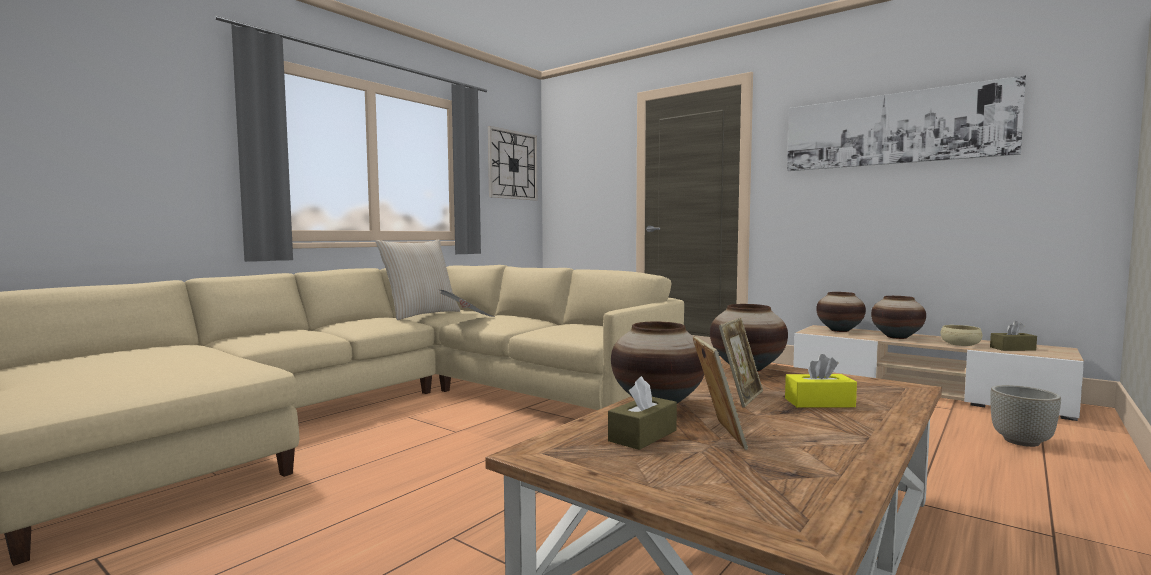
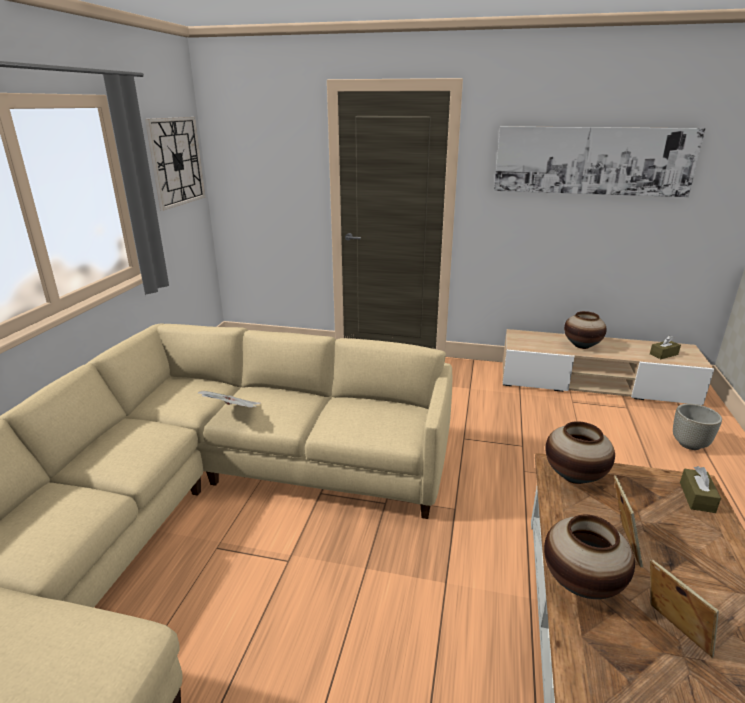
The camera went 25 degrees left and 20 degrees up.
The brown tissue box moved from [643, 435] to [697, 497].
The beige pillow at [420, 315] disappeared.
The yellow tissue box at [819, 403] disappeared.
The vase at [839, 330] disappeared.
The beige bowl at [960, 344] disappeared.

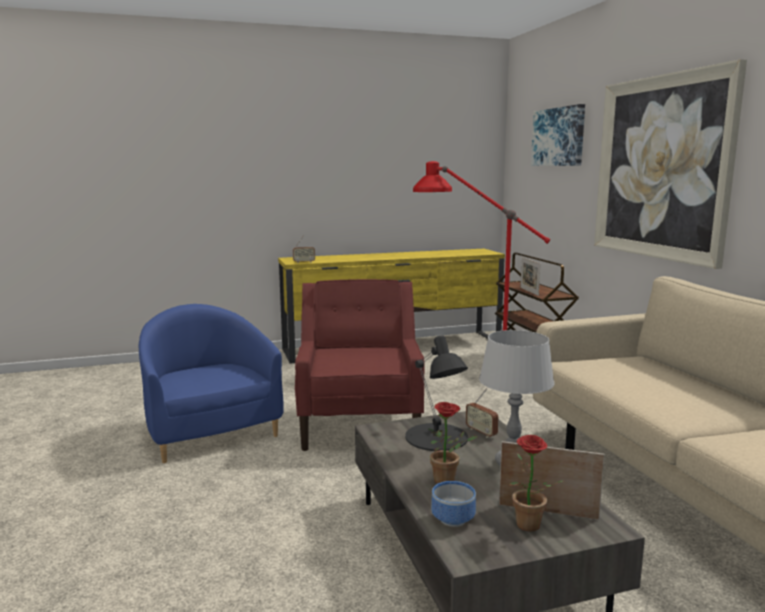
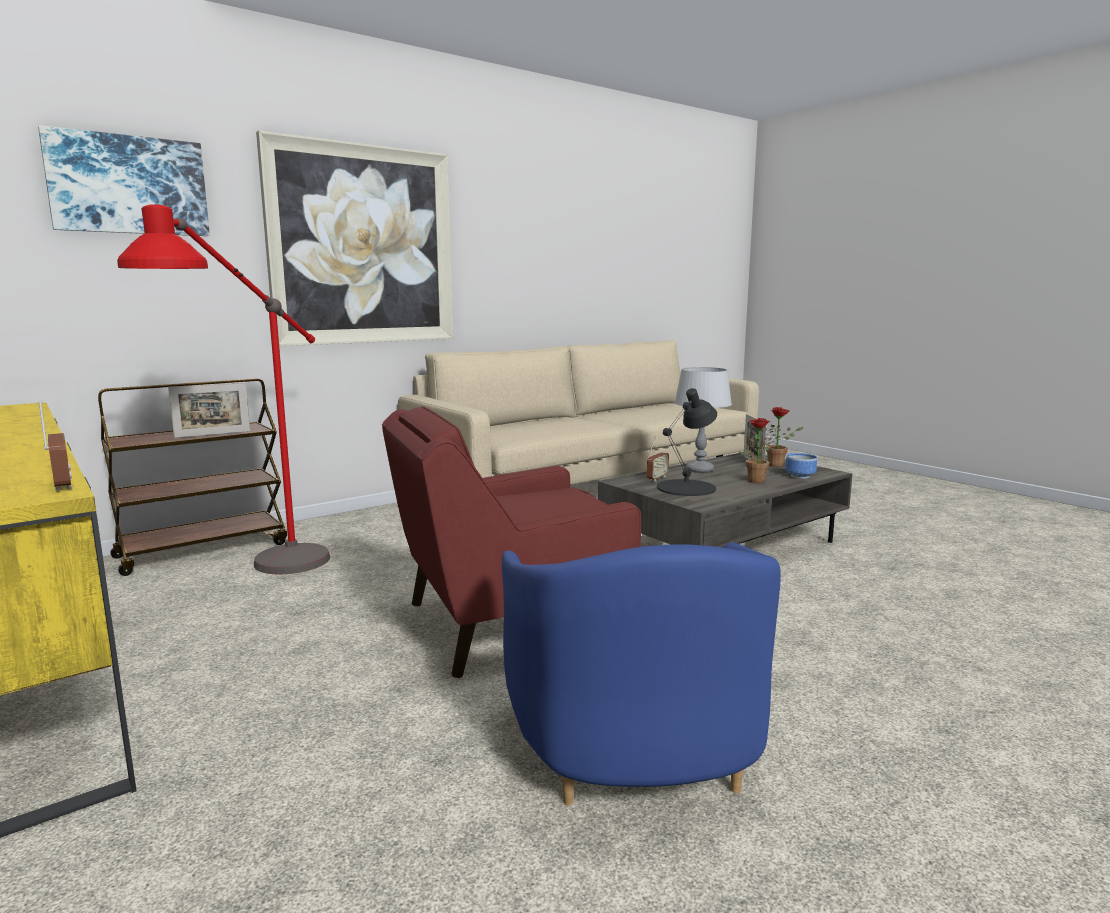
The camera went 110 degrees left and 0 degrees up.
The blue armchair at [209, 432] turned 45 degrees counterclockwise.

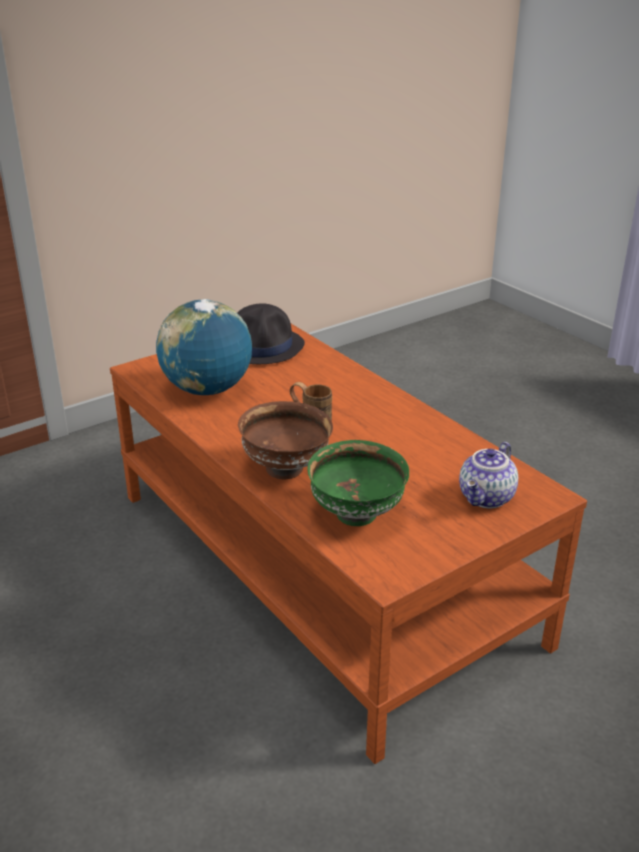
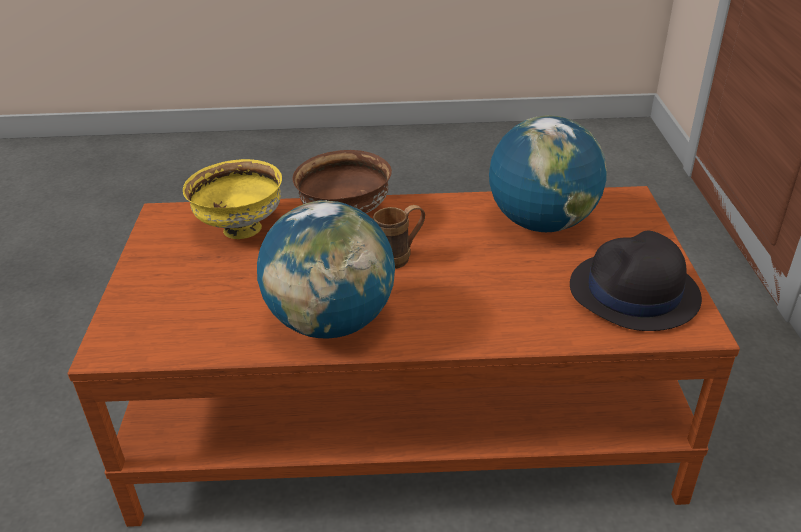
The camera went 125 degrees right and 5 degrees up.
The green bowl at [357, 515] became the yellow bowl at [240, 229].
The globe at [331, 323] appeared.
The teapot at [487, 498] disappeared.

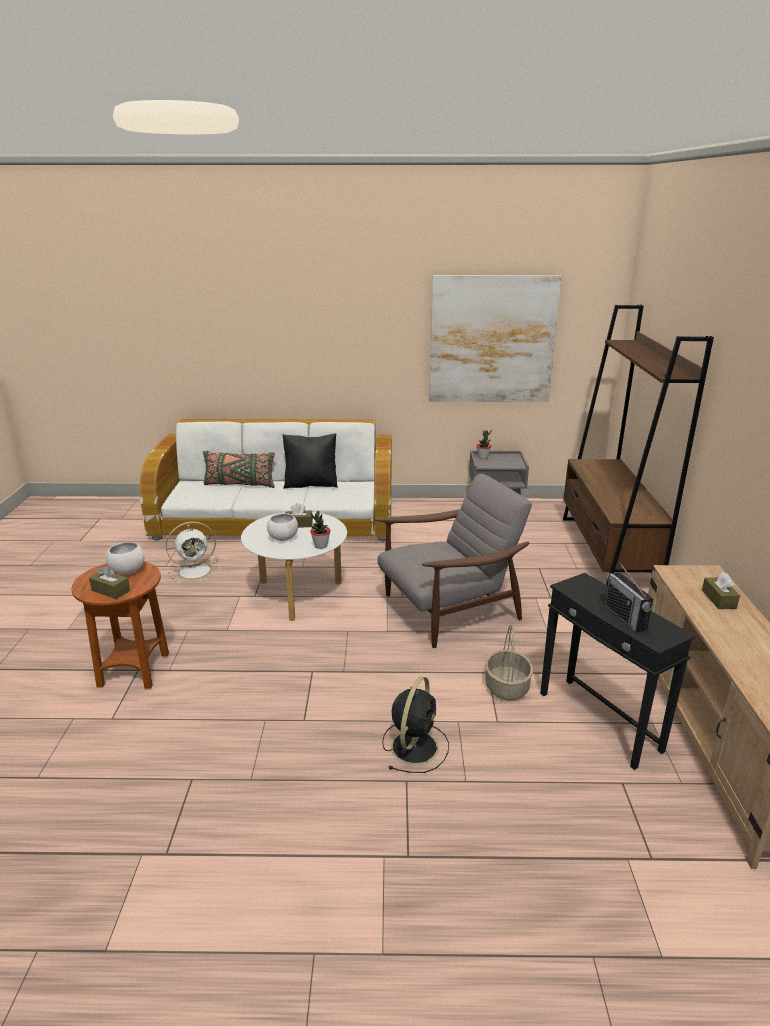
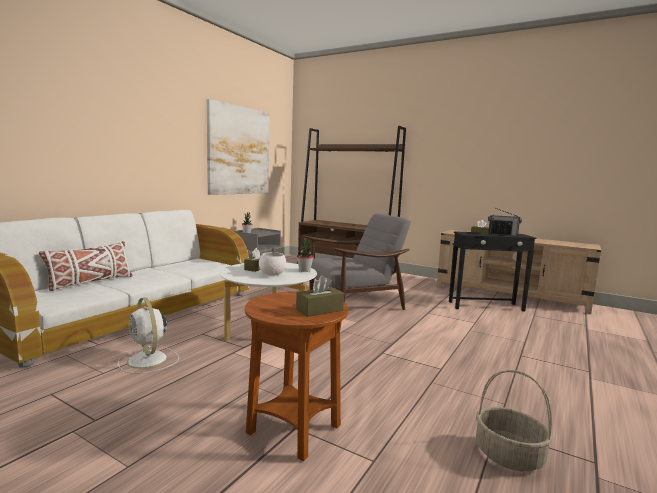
The camera went 60 degrees left and 15 degrees down.
The green pillow at [239, 484] became the white pillow at [90, 282].
The white fan at [196, 571] turned 135 degrees clockwise.
The grey armchair at [448, 609] turned 60 degrees clockwise.
The basket moved from [506, 687] to [508, 455].
The white bowl at [127, 571] disappeared.
The black pillow at [311, 484] disappeared.
The black fan at [415, 746] disappeared.

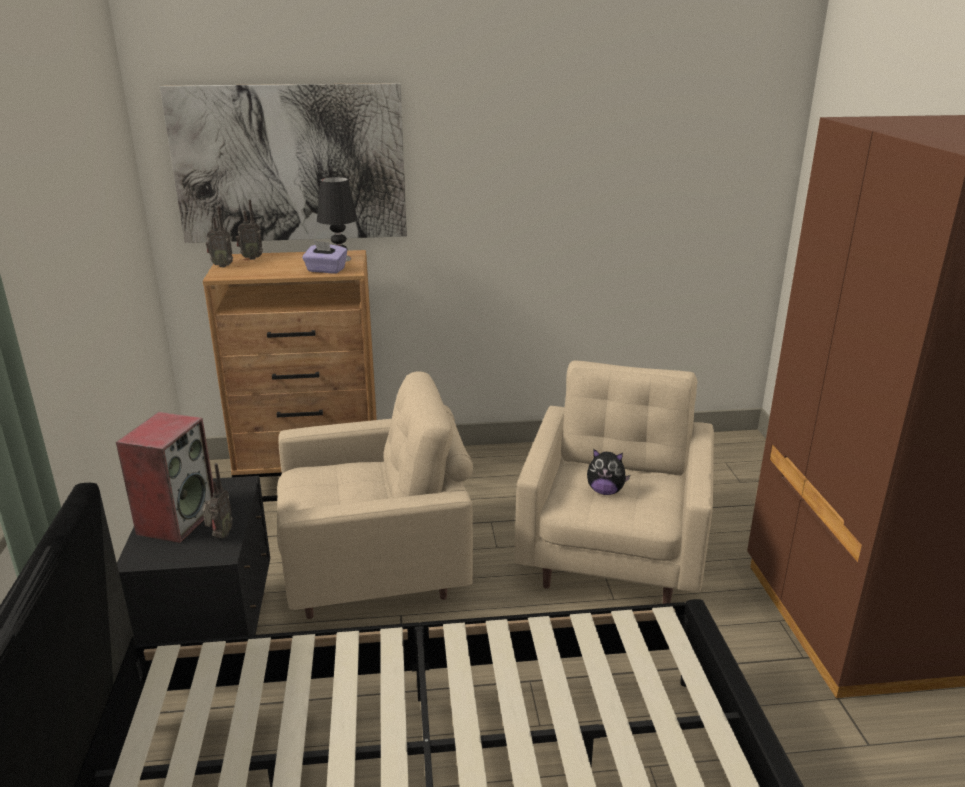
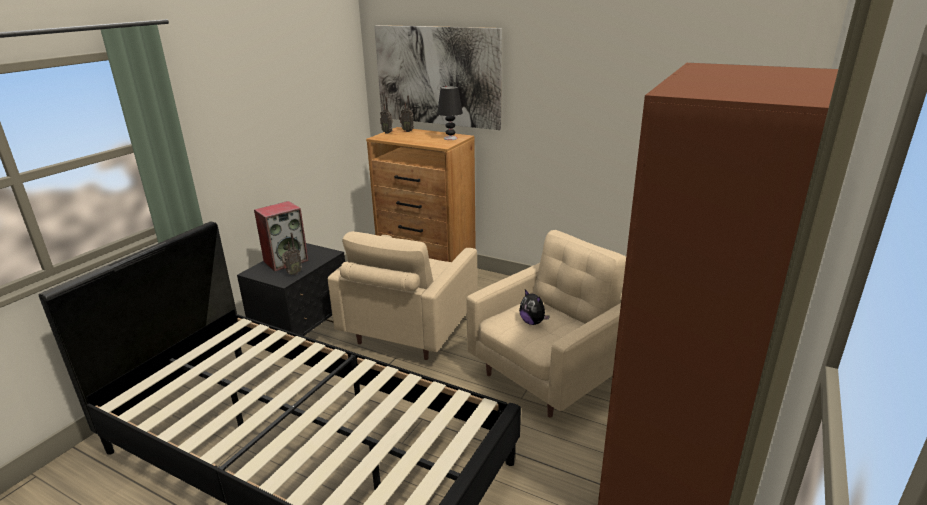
The camera went 35 degrees right and 0 degrees up.
The beige armchair at [376, 570] turned 90 degrees clockwise.
The purple tissue box at [326, 270] disappeared.

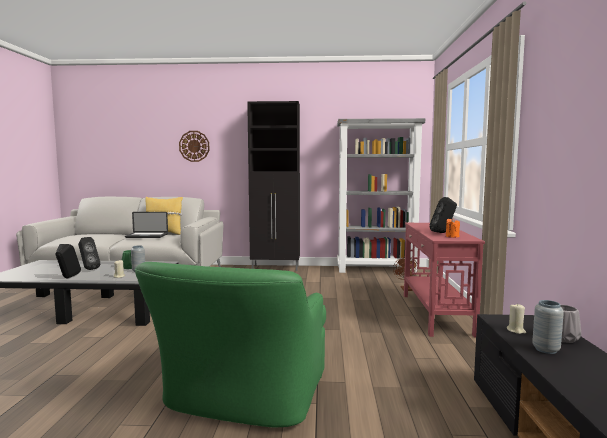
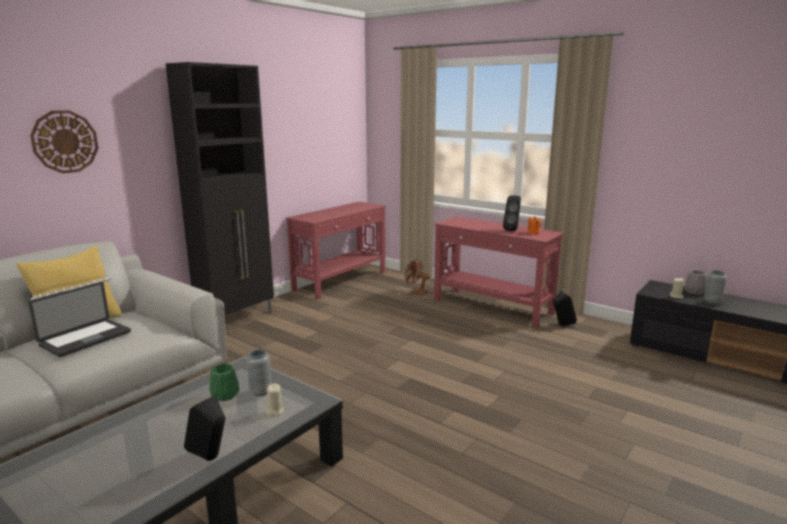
The camera went 55 degrees left and 10 degrees up.
The grey bookcase at [376, 269] was replaced by the red console table at [341, 281].
The black speaker moved from [88, 269] to [562, 325].
The green armchair at [243, 397] disappeared.

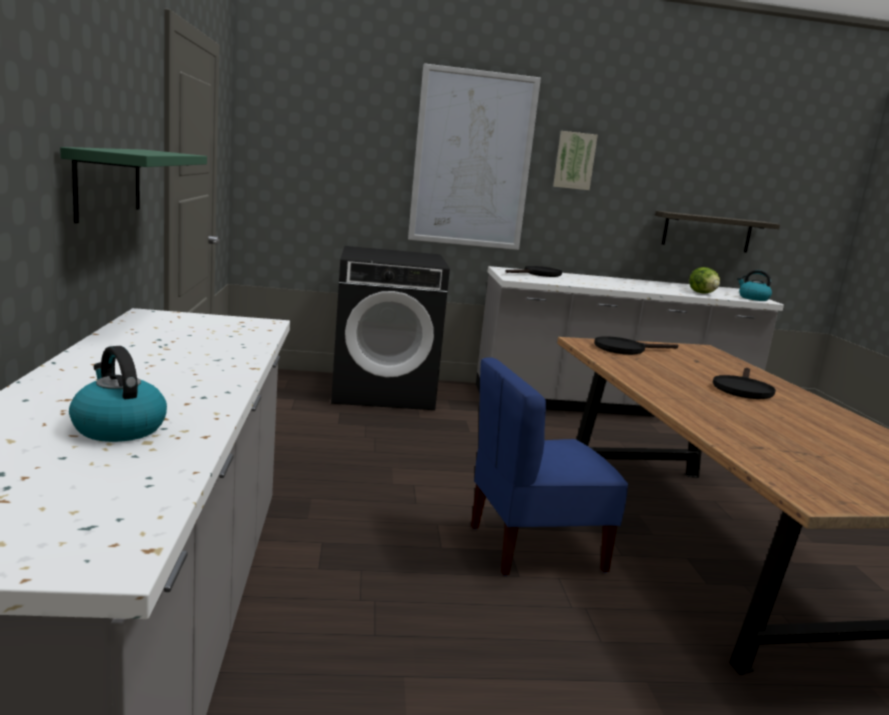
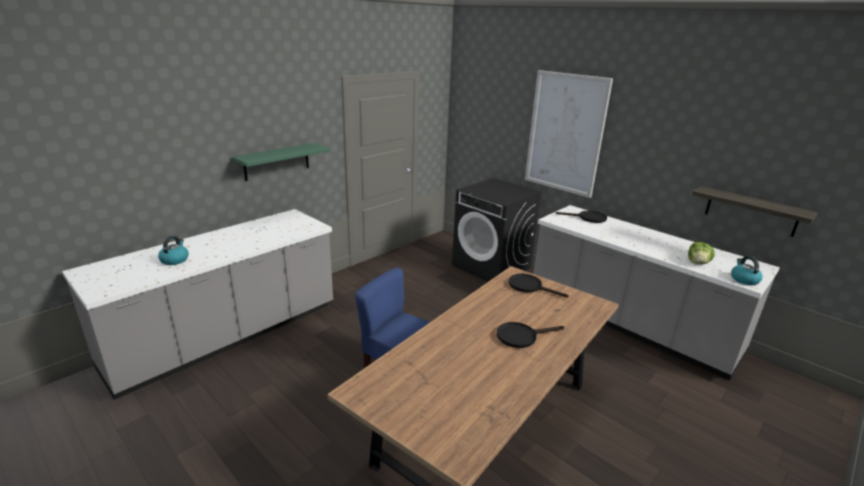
The camera went 50 degrees right and 10 degrees up.
The picture at [574, 160] disappeared.

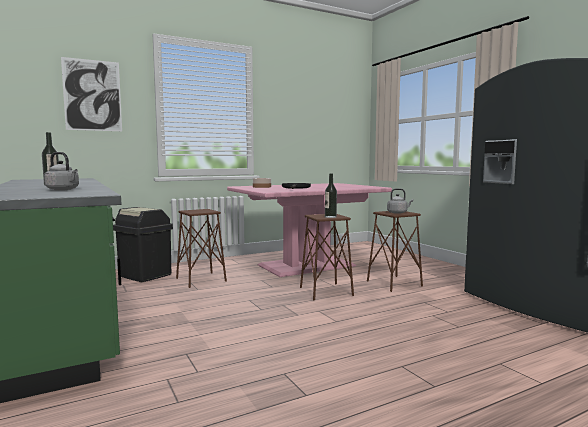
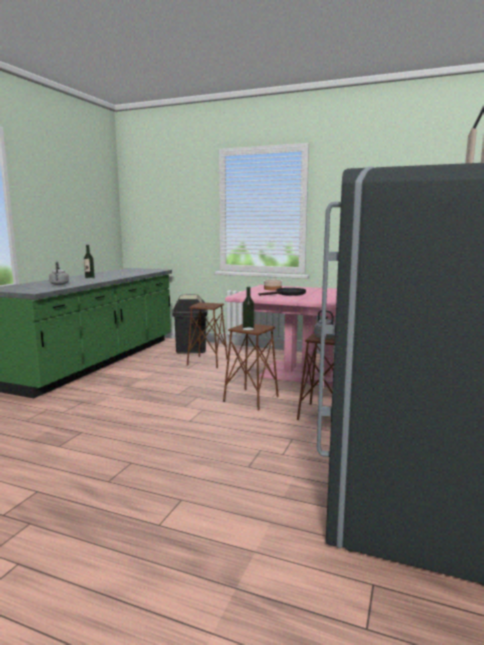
The camera went 50 degrees right and 5 degrees up.
The picture at [92, 95] disappeared.

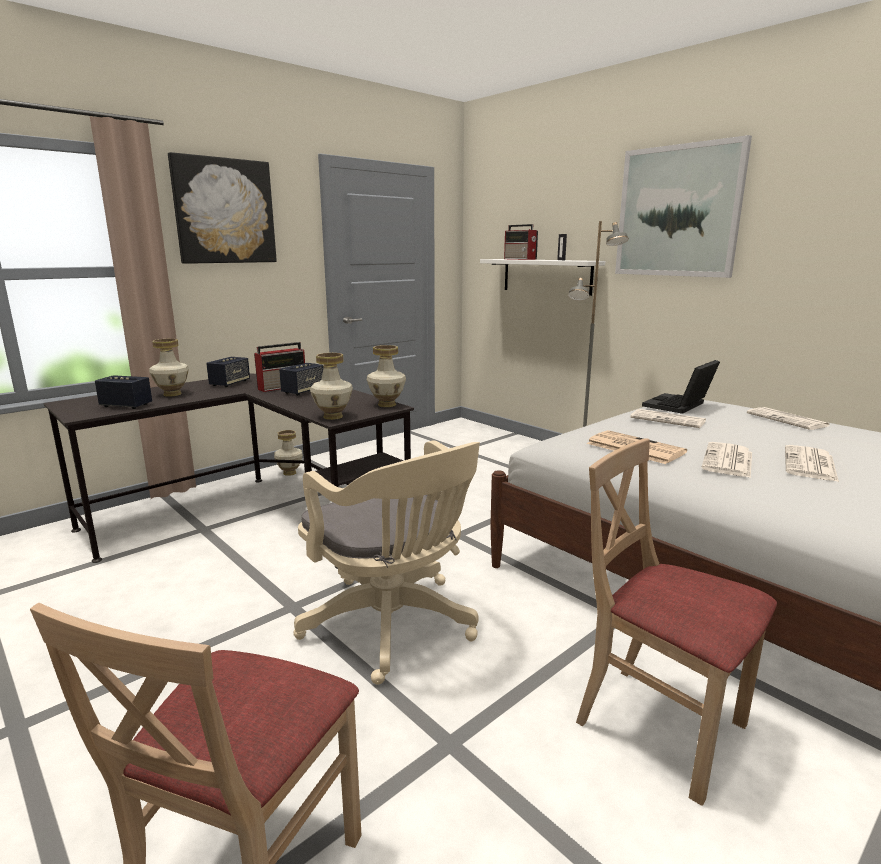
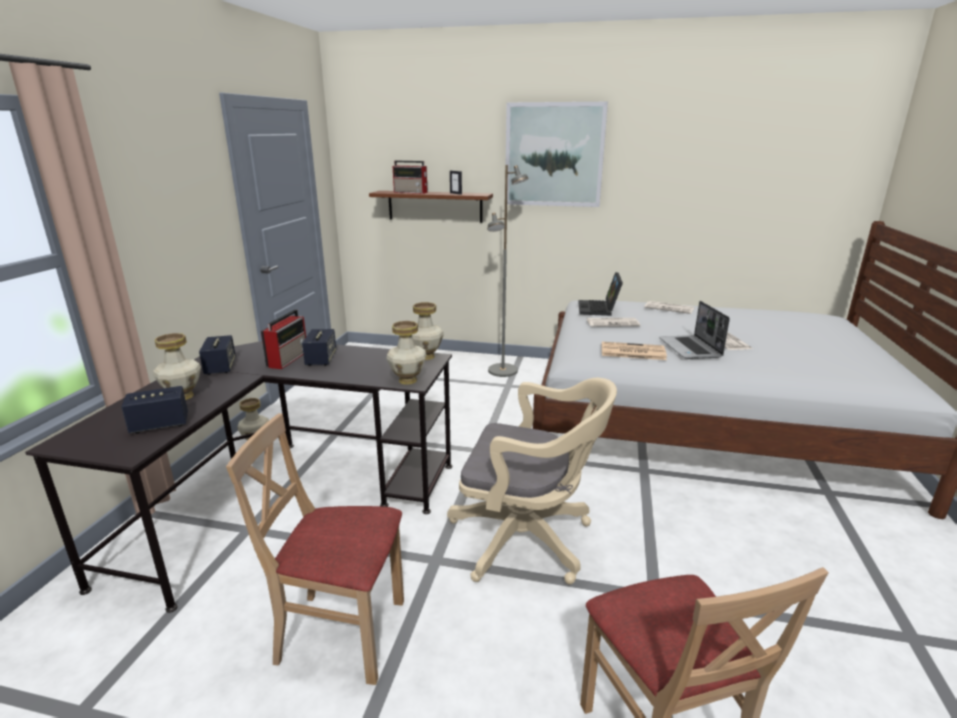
The camera went 35 degrees left and 5 degrees up.
The beige chair moved from [660, 725] to [341, 633].
The white shelf at [546, 276] became the brown shelf at [435, 206].
The newspaper at [728, 461] was replaced by the laptop at [691, 348].
The picture at [224, 211] disappeared.

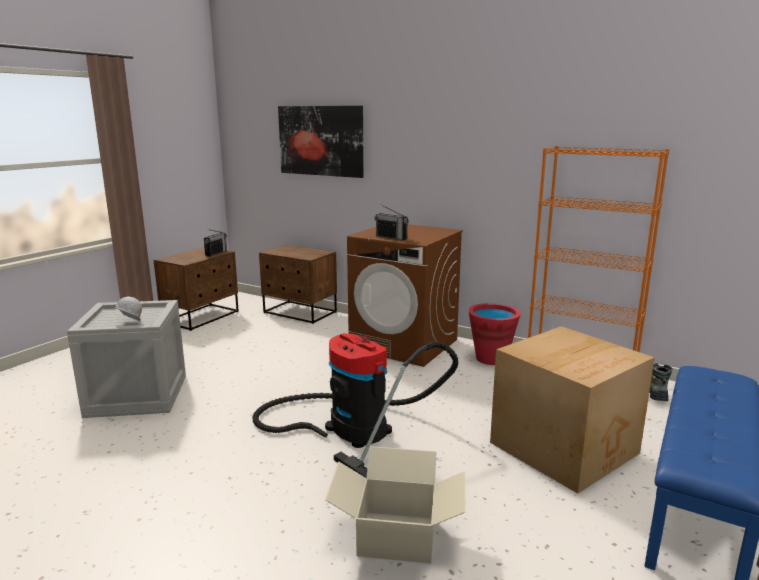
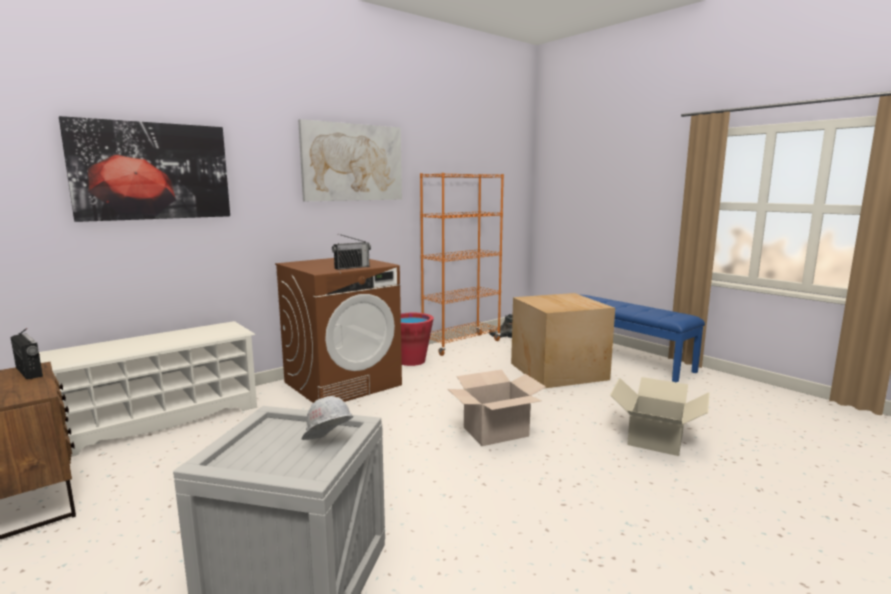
The camera went 70 degrees left and 5 degrees down.
The brown nightstand at [300, 313] was replaced by the white shoe rack at [161, 420].
The picture at [353, 162] appeared.
The vacuum cleaner at [351, 428] was replaced by the cardboard box at [495, 432].

